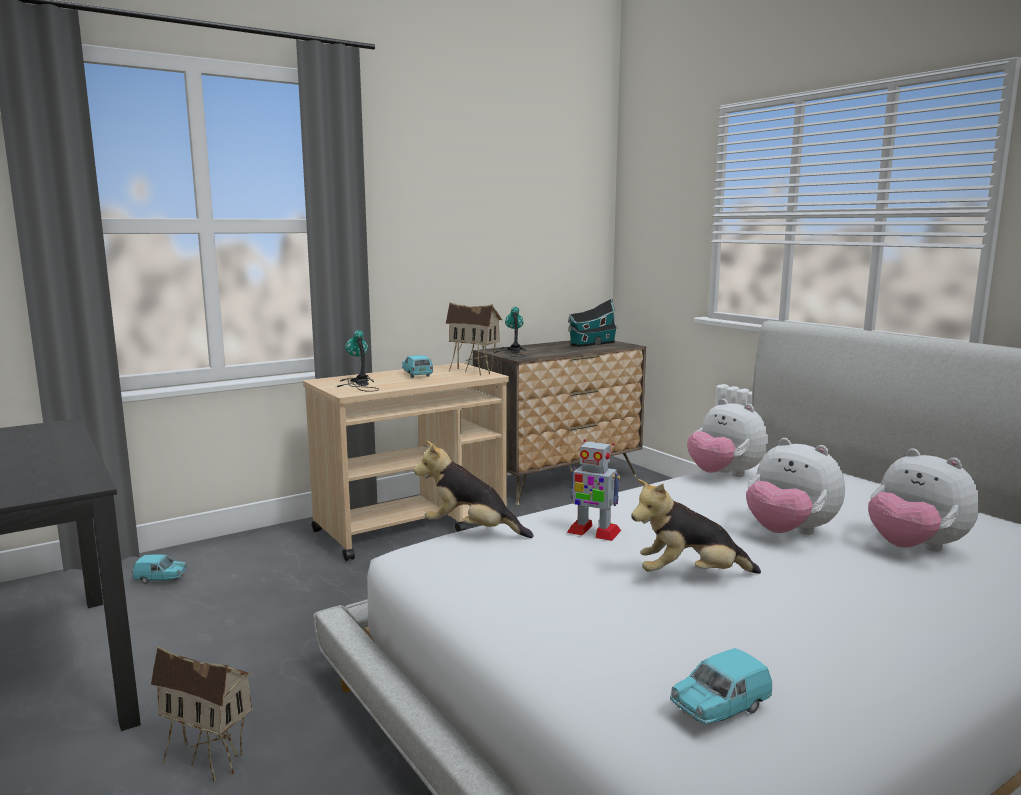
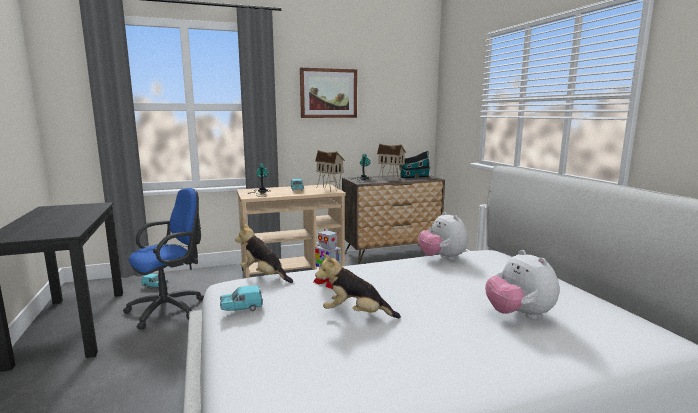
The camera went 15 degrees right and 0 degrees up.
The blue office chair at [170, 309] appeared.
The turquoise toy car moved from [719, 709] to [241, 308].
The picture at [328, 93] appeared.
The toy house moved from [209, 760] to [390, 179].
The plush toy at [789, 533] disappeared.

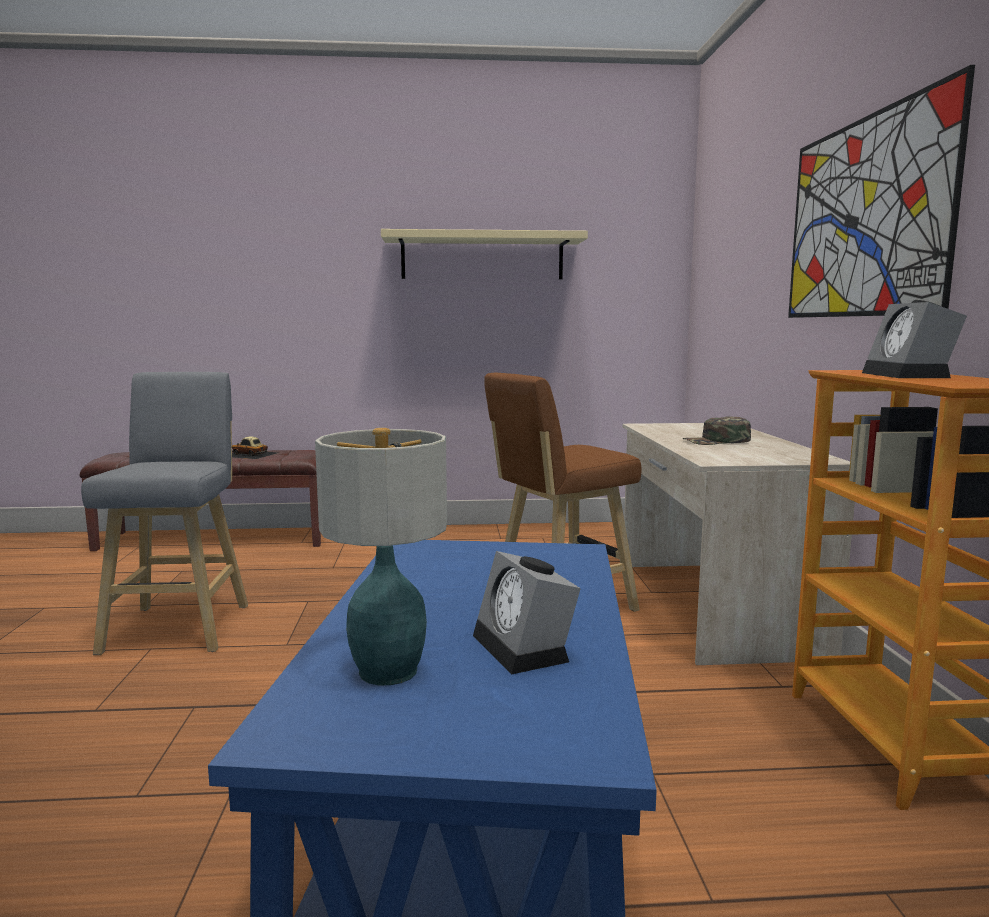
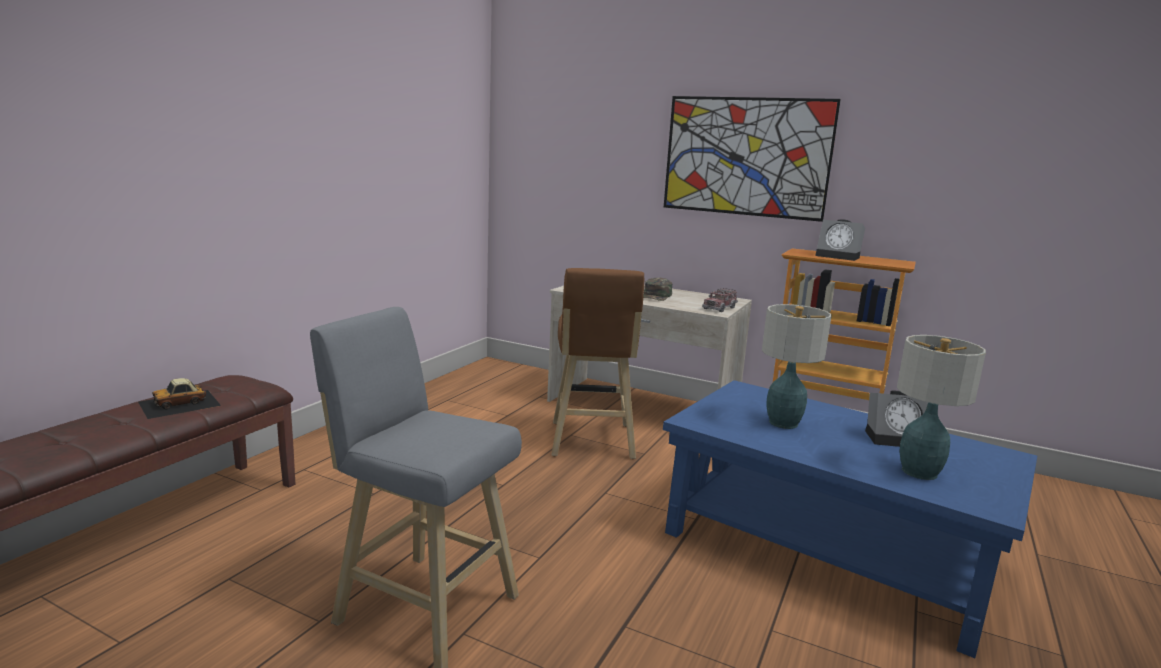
The camera went 60 degrees left and 5 degrees up.
The toy truck at [719, 308] appeared.
The table lamp at [783, 423] appeared.
The beige shelf at [482, 257] disappeared.

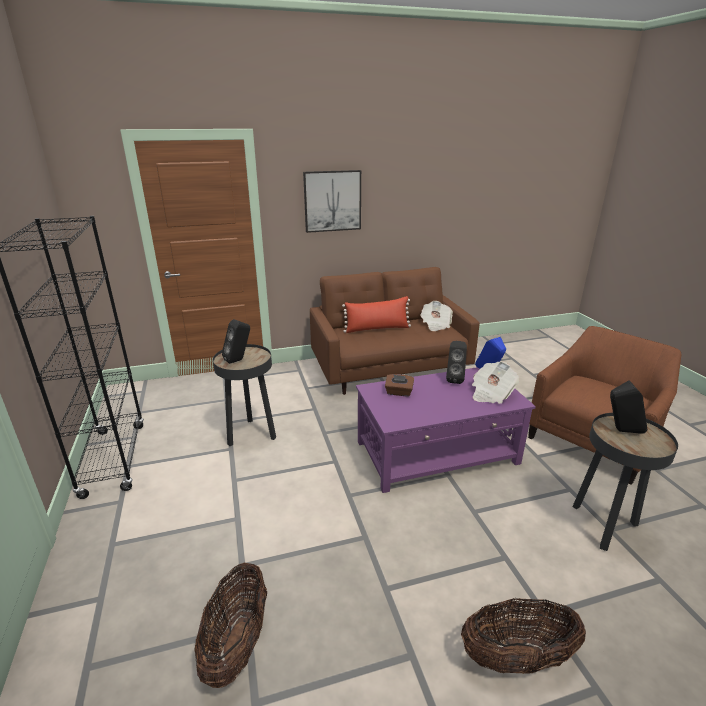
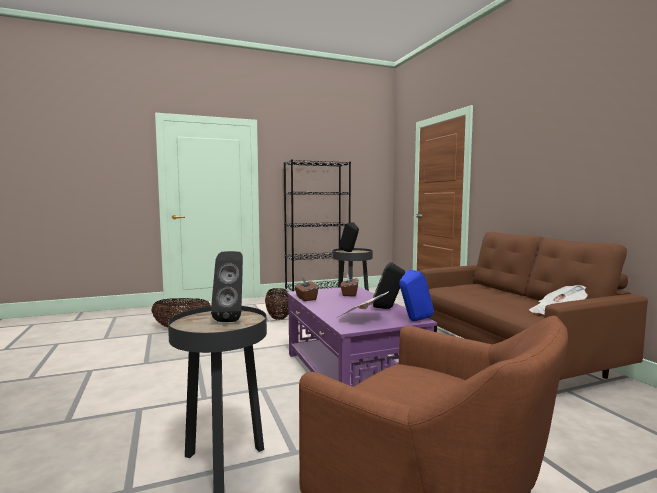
The camera went 85 degrees right and 20 degrees down.
The basket moved from [517, 658] to [278, 318].
The brown tissue box at [306, 298] appeared.
The picture at [332, 201] disappeared.
The red pillow at [377, 329] disappeared.

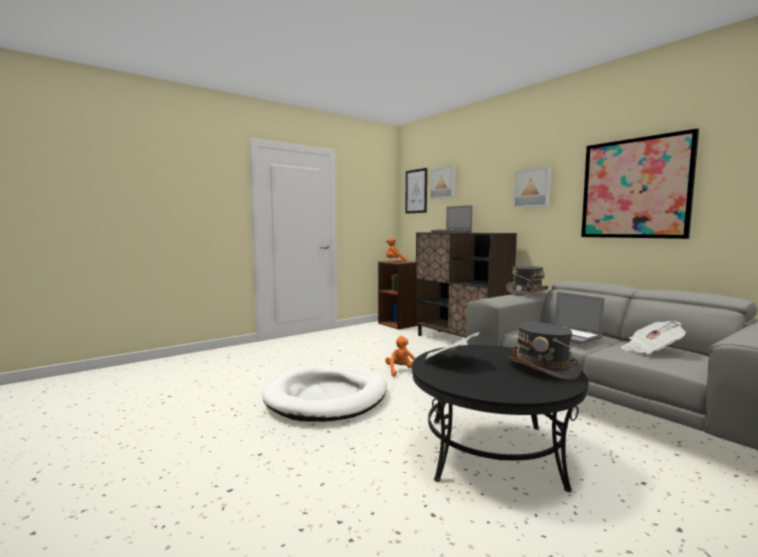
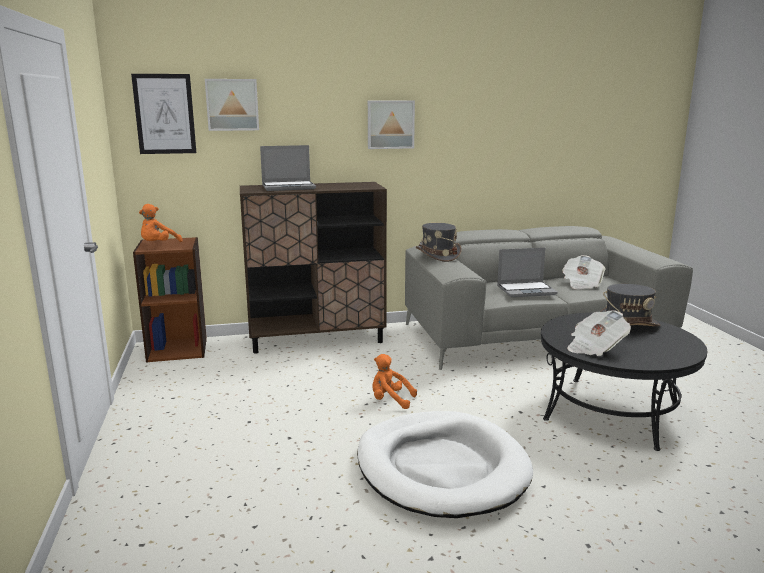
The camera went 65 degrees left and 10 degrees up.
The picture at [634, 188] disappeared.

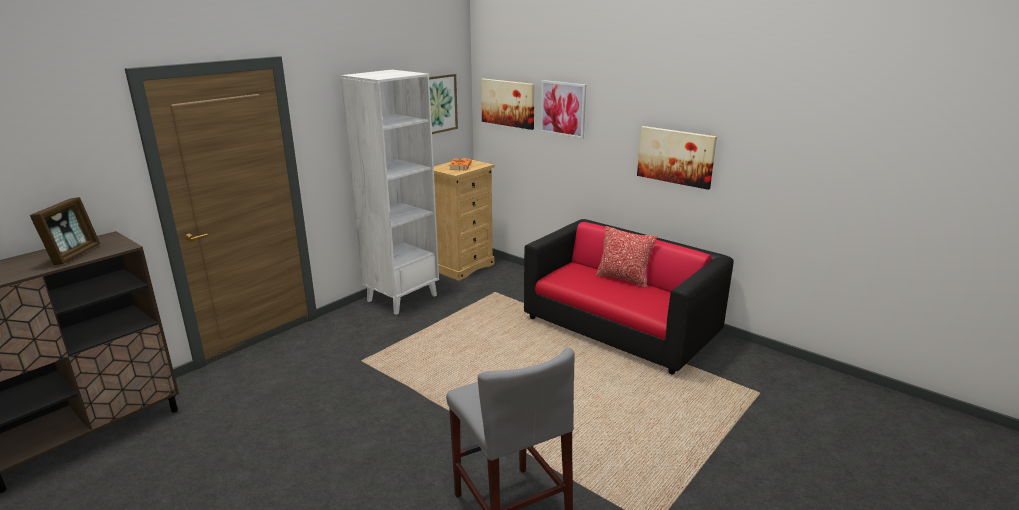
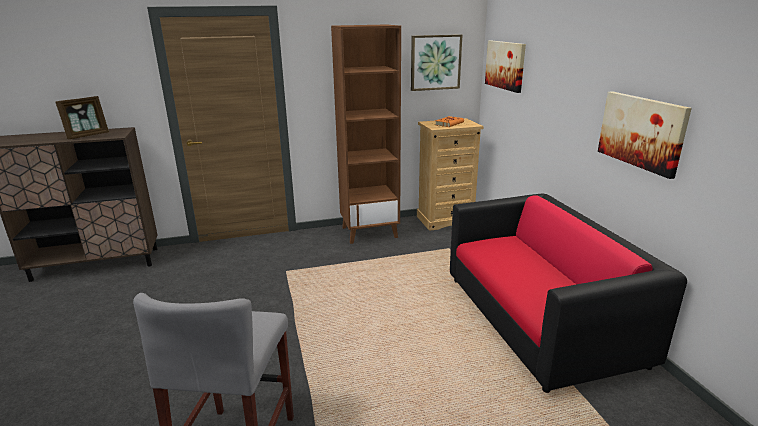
The camera went 35 degrees right and 0 degrees up.
The white bookcase at [402, 297] became the brown bookcase at [369, 232].
The picture at [563, 109] disappeared.
The pillow at [623, 279] disappeared.

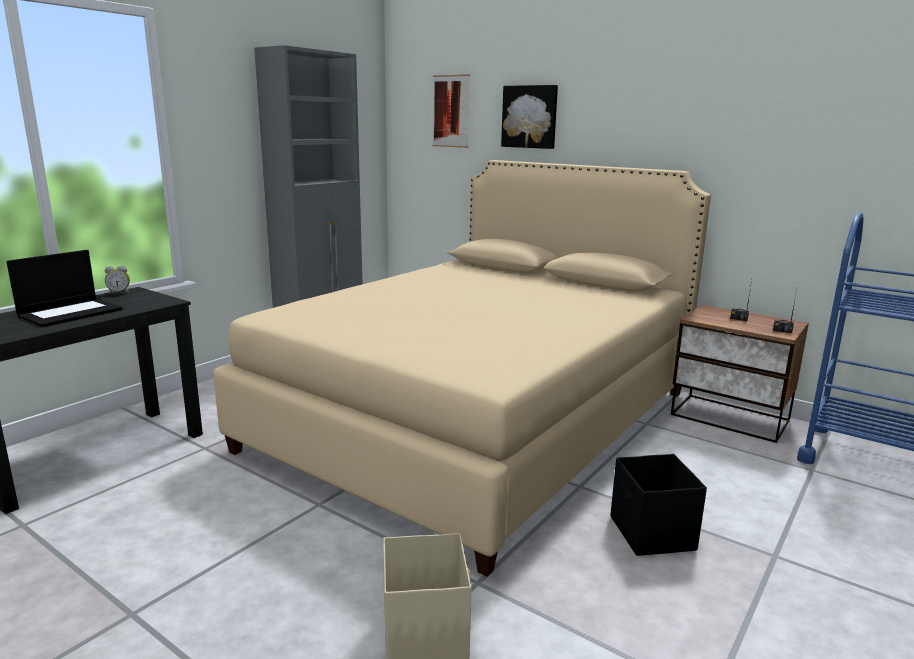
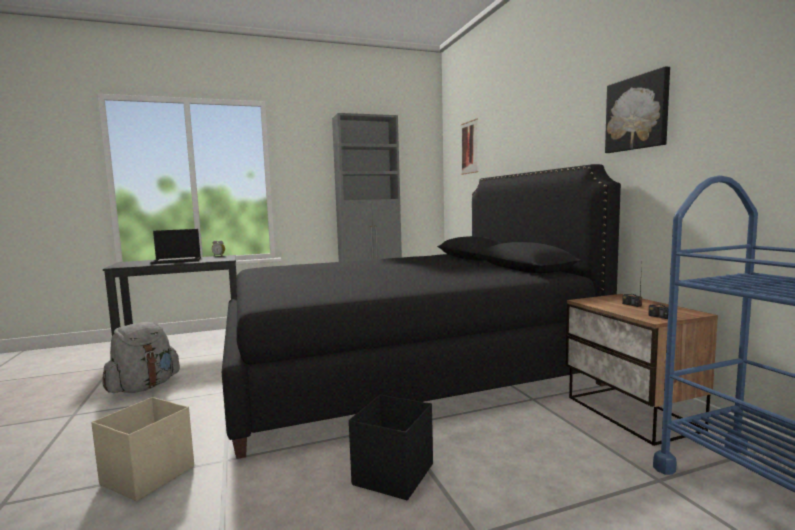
The camera went 35 degrees right and 10 degrees down.
The grey backpack at [144, 387] appeared.
The beige bed at [478, 420] became the black bed at [400, 368].
The picture moved from [530, 117] to [638, 113].

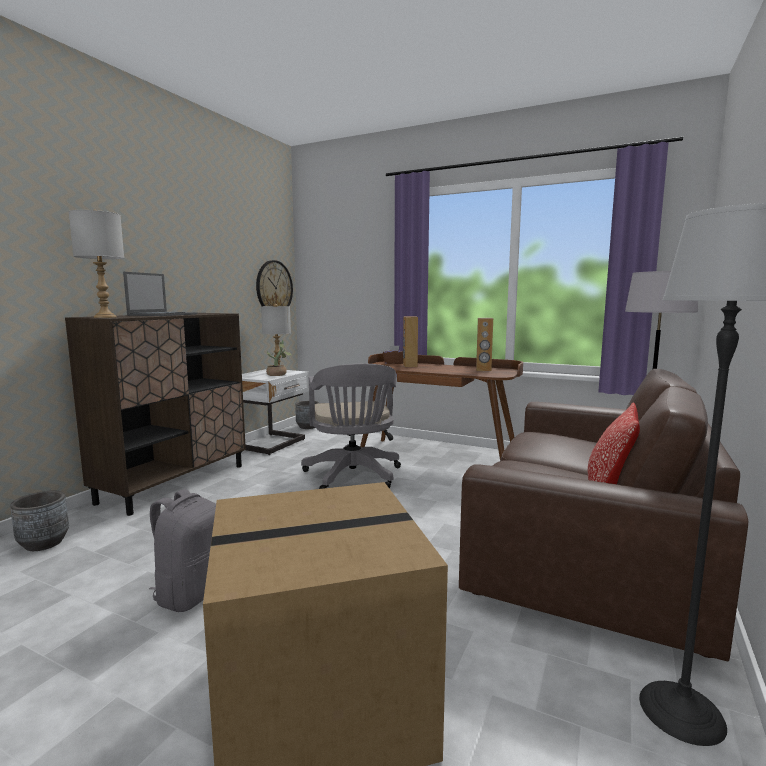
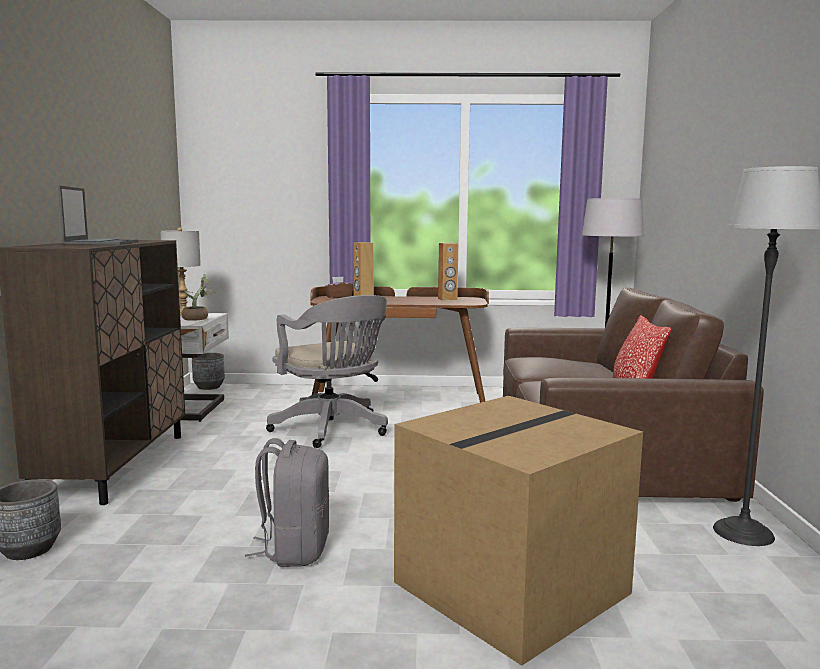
The camera went 25 degrees left and 0 degrees up.
The grey table lamp at [105, 317] disappeared.
The wall clock at [274, 287] disappeared.

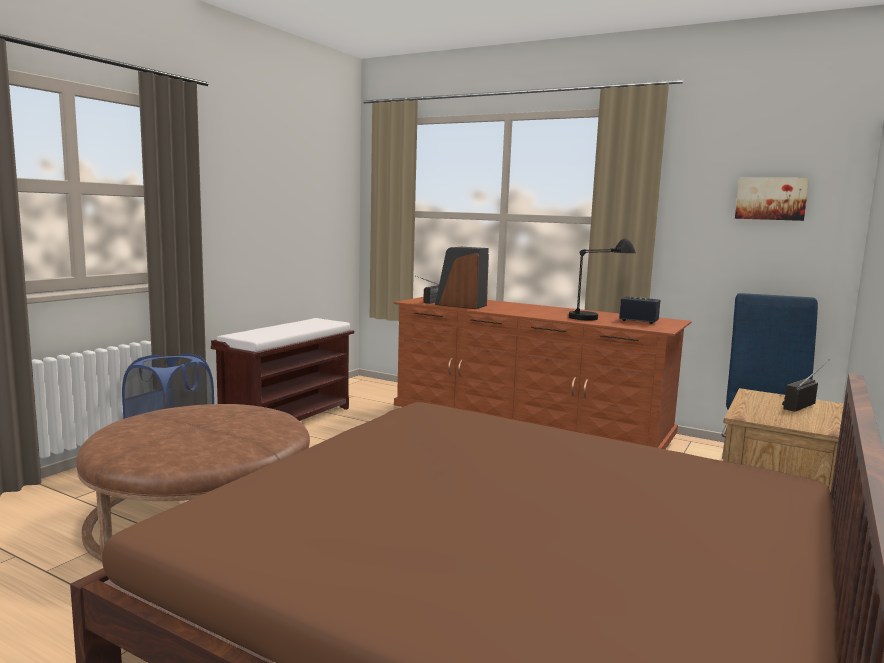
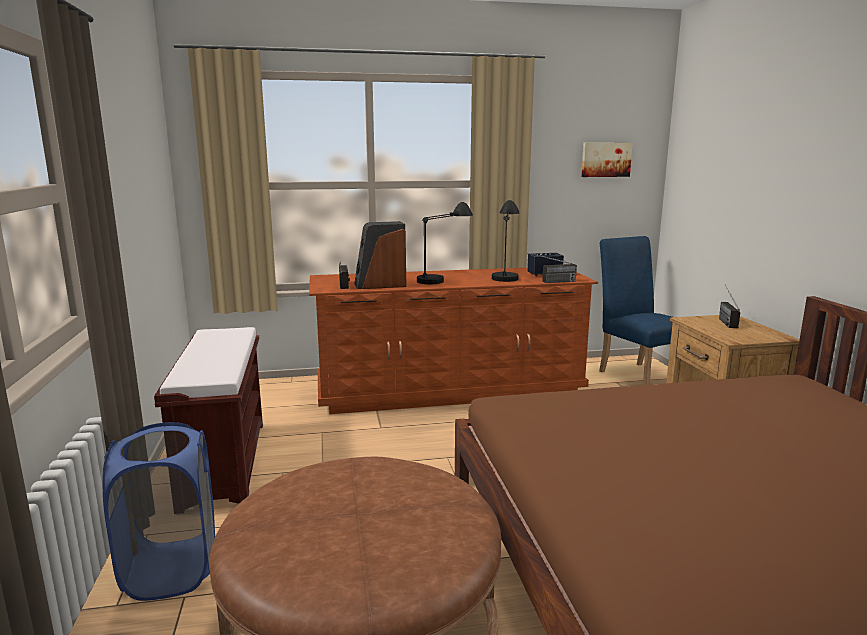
The camera went 40 degrees left and 5 degrees up.
The black table lamp at [444, 277] appeared.
The radio at [551, 282] appeared.

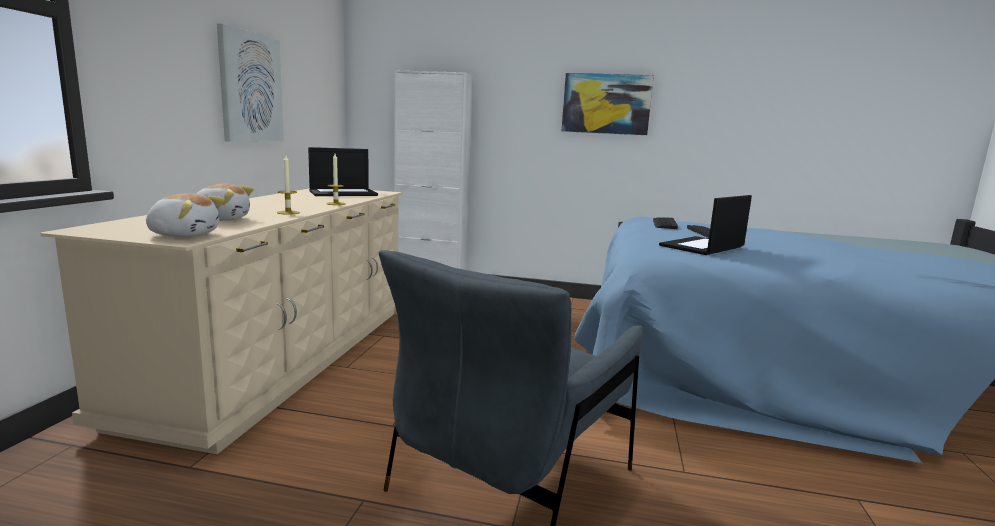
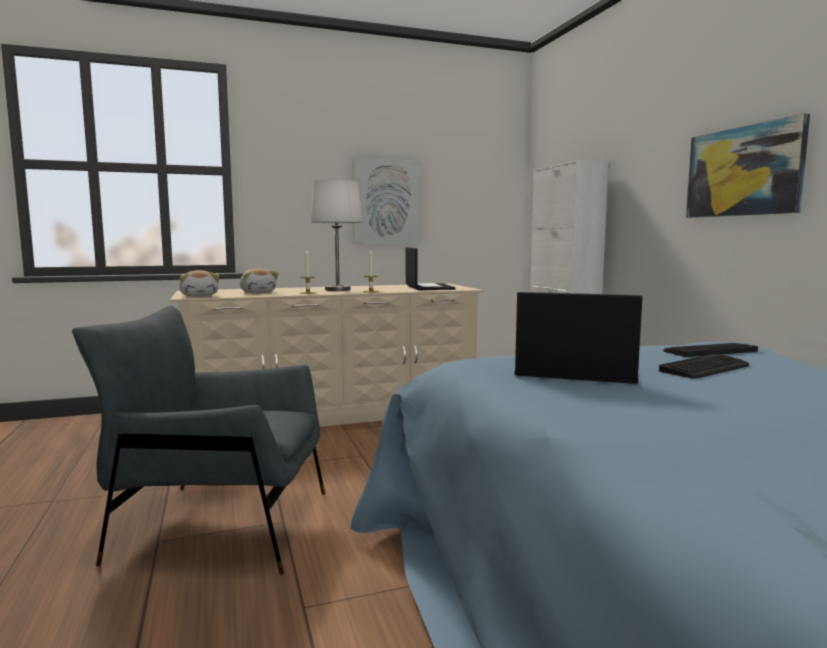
The camera went 60 degrees right and 5 degrees down.
The white table lamp at [337, 290] appeared.
The laptop at [343, 193] turned 135 degrees counterclockwise.

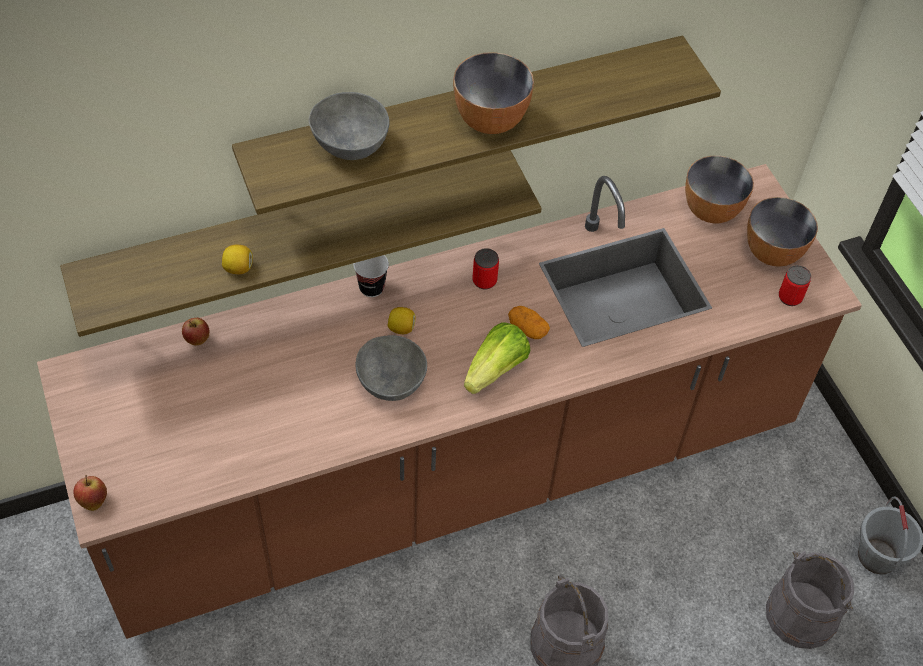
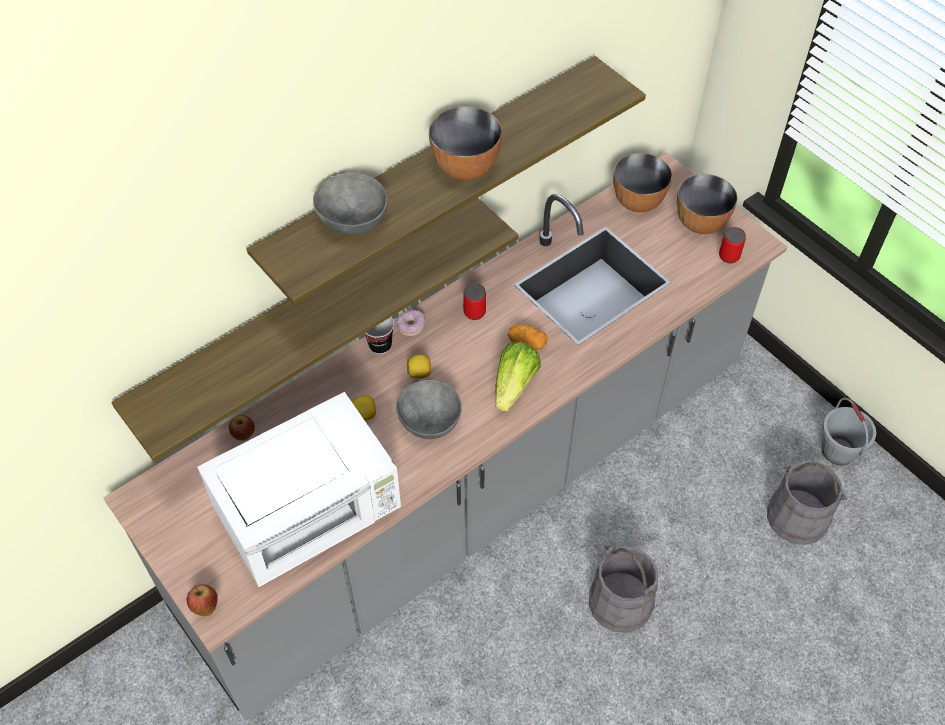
The camera went 15 degrees left and 0 degrees up.
The brown counter at [452, 472] became the grey counter at [472, 487].
The white microwave at [312, 515] appeared.
The lemon moved from [238, 268] to [364, 414].
The donut at [411, 326] appeared.

